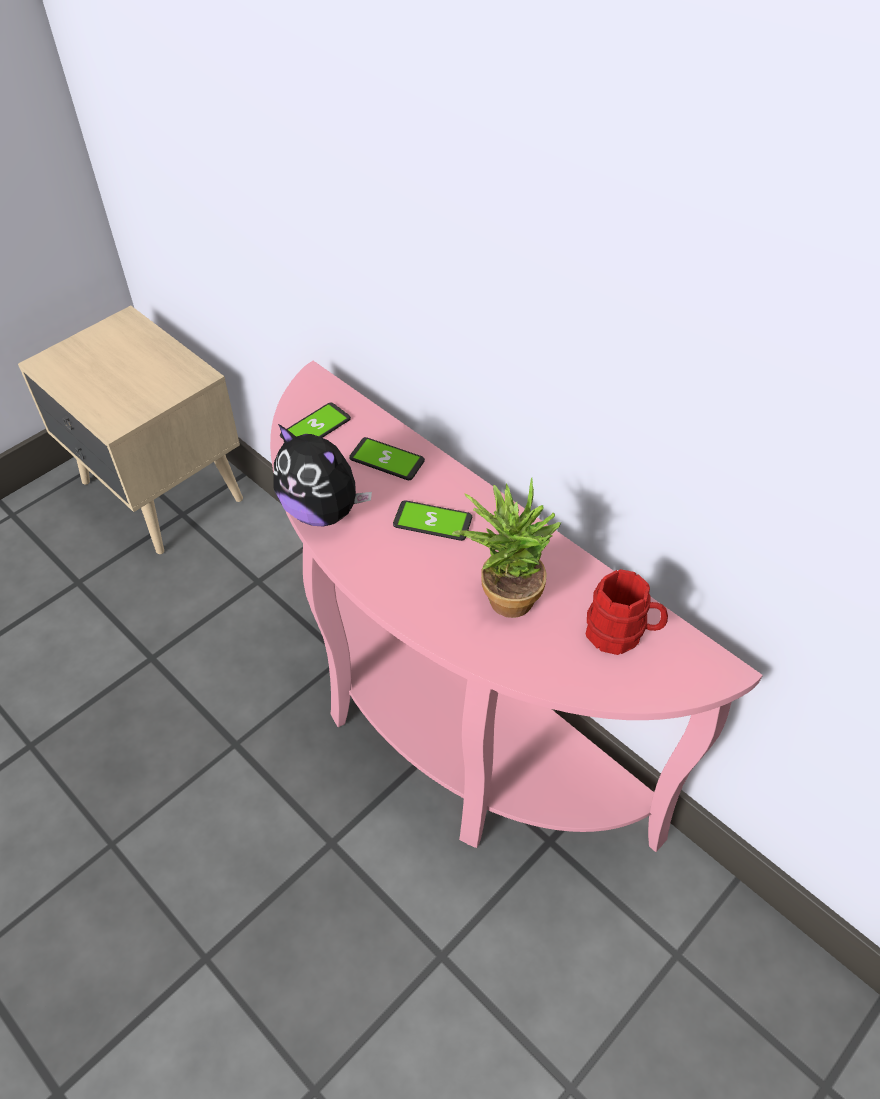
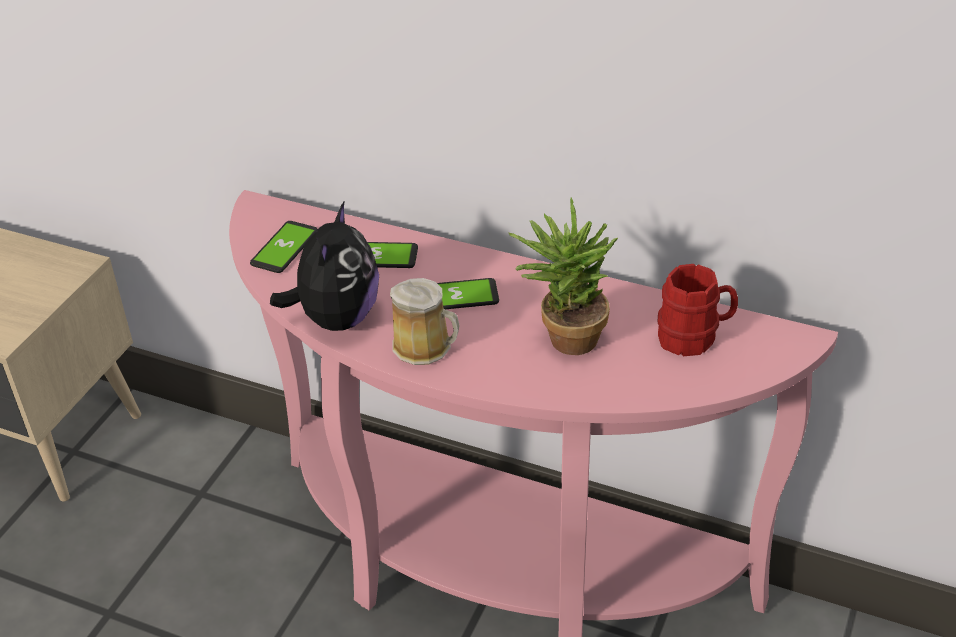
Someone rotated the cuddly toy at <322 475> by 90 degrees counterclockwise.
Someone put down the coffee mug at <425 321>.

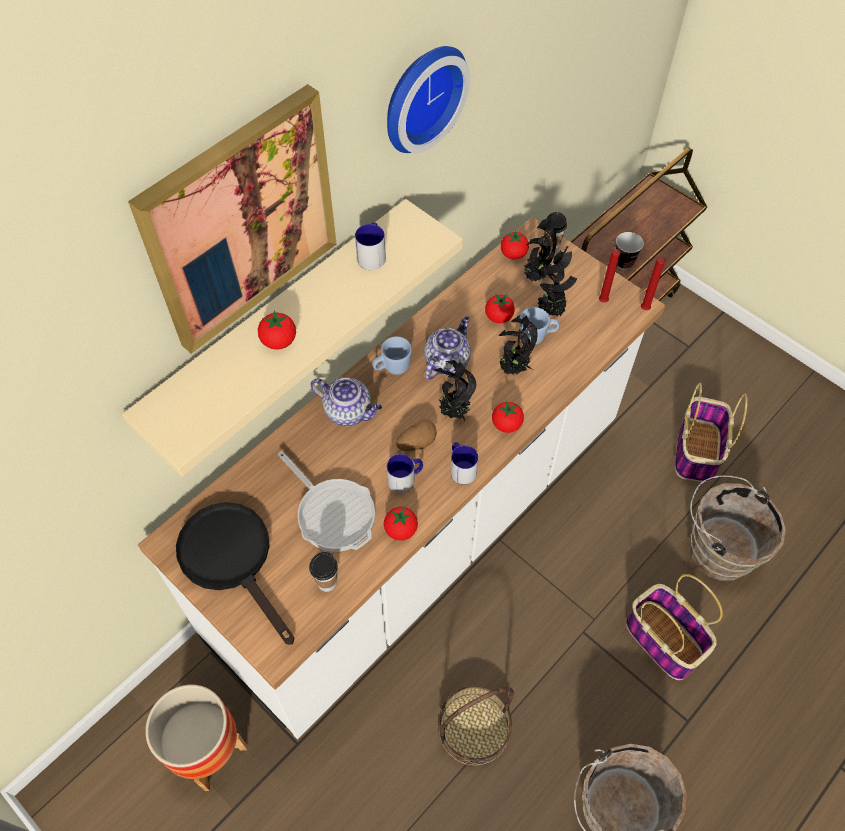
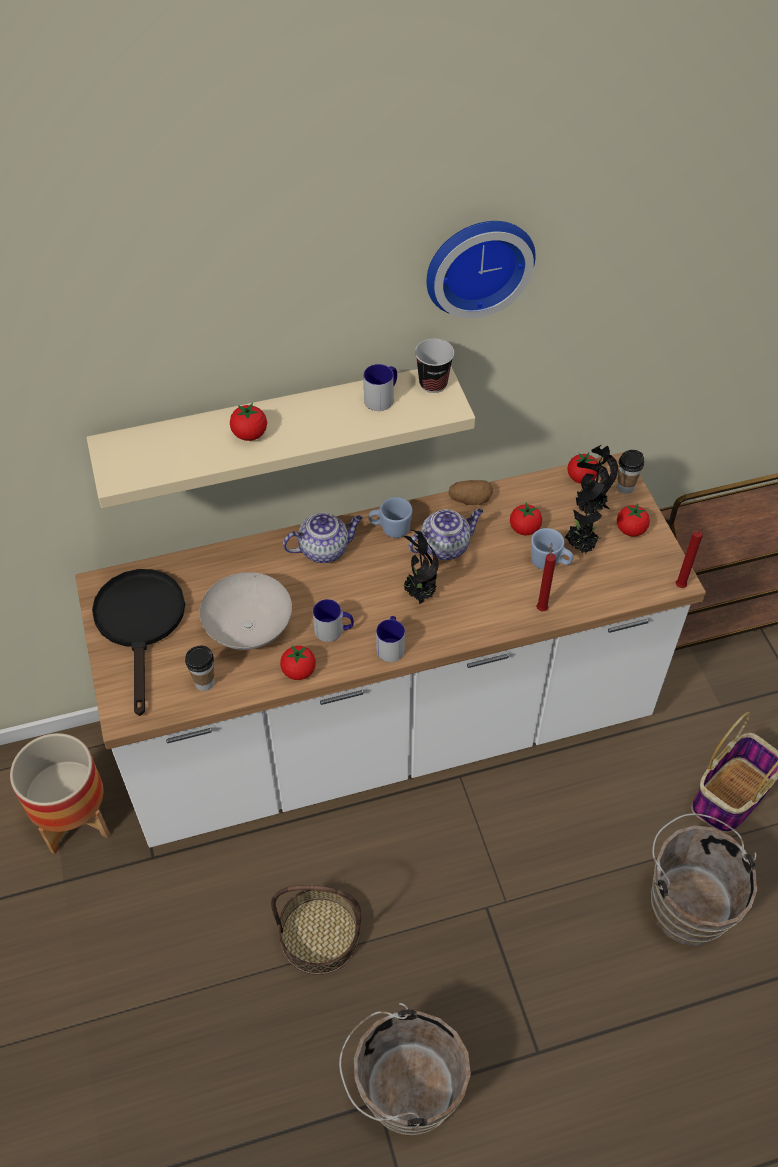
Someone took away the wall picture at <232 219>.
Someone carried the drinking cup from <630 251> to <434 366>.
Someone carried the red wax candle from <609 271> to <546 577>.
Someone took away the potted plant at <518 346>.
Someone rotated the pot for tea at <346 401> by 75 degrees counterclockwise.
Someone carried the tomato from <508 417> to <633 520>.
Someone carried the spud from <416 435> to <470 492>.
Someone swapped the frying pan at <326 501> for the white serving bowl at <245 611>.
Someone took away the storage basket at <674 627>.

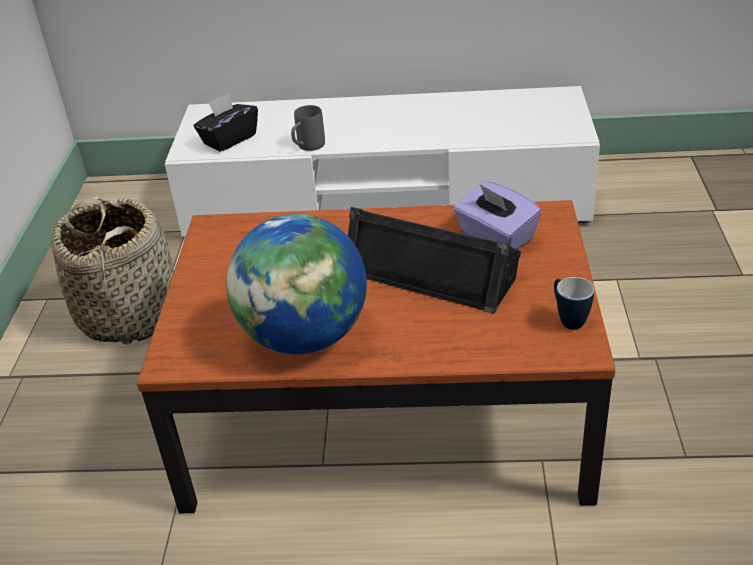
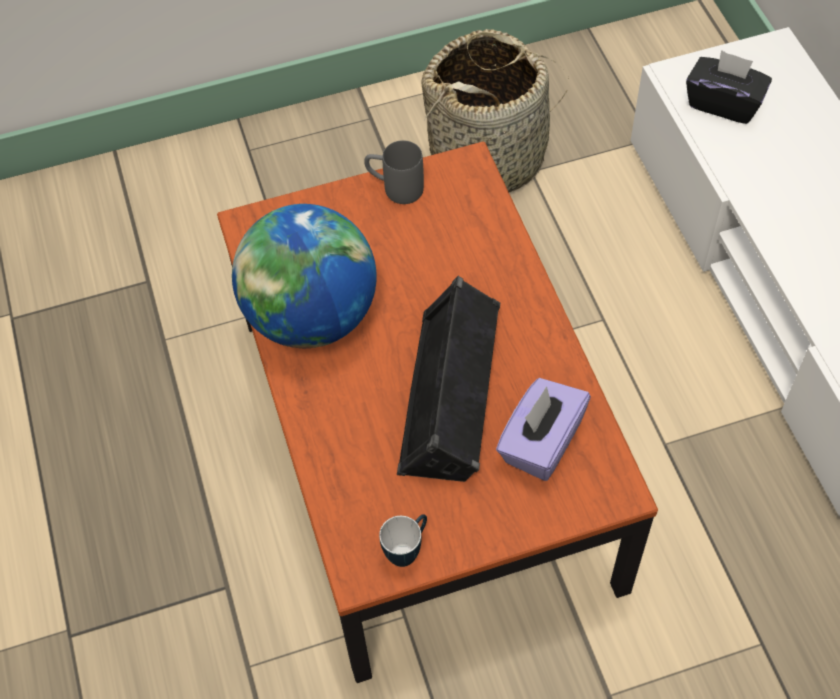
Someone carried the greyish coffee mug from <308 128> to <394 172>.

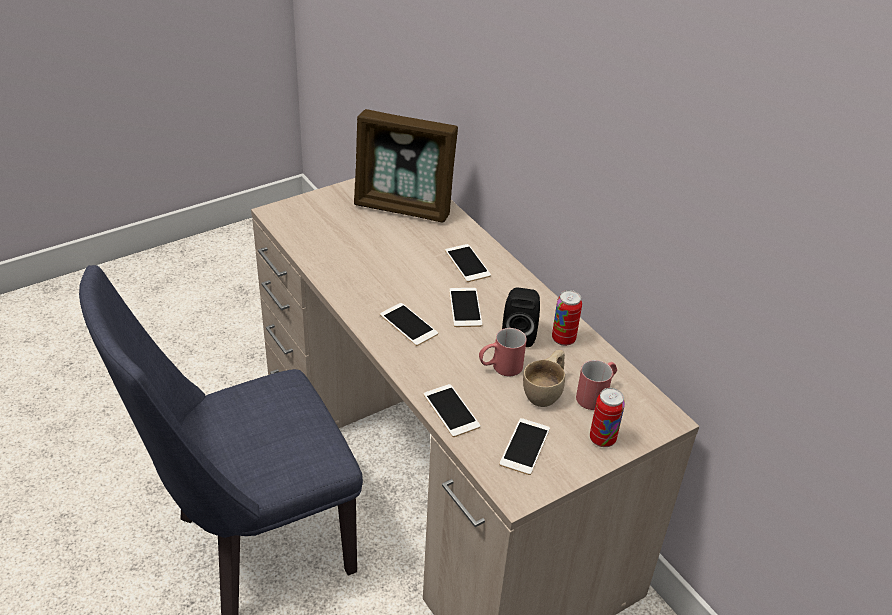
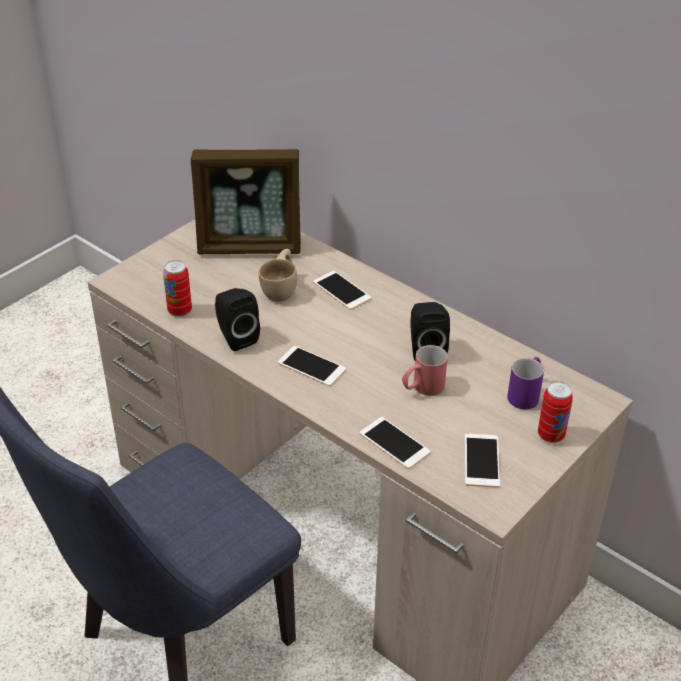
Someone took away the phone at <465 307>.
Someone carried the sealed can from <567 318> to <177 288>.
Someone carried the beige-coloured drinking cup from <544 378> to <278 275>.
Someone repainted the red coffee mug at <596 385>, which became the purple coffee mug at <525 383>.
Someone put down the black-coloured speaker at <237 319>.

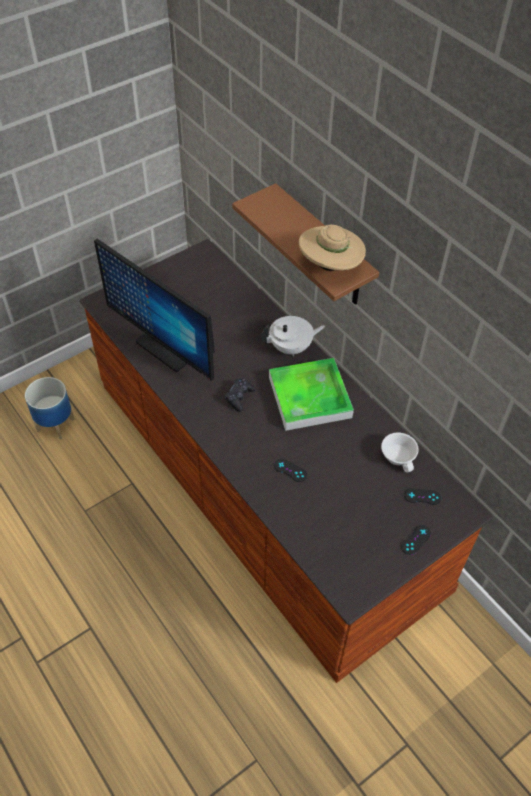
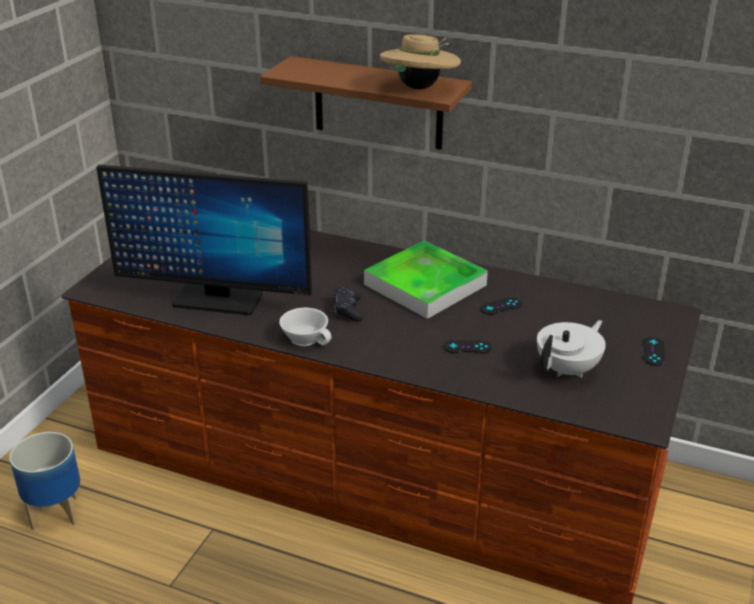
Someone carried the white pot for tea from <293 336> to <571 349>.
Someone carried the white drinking cup from <400 453> to <305 327>.
Someone carried the black-coloured joypad from <422 496> to <501 306>.

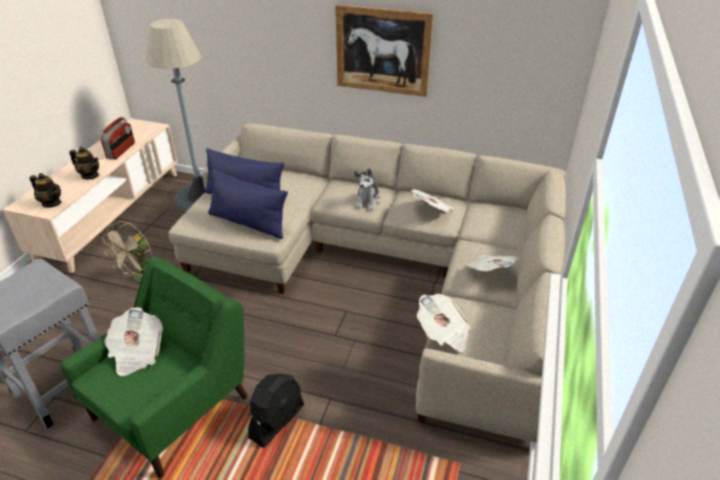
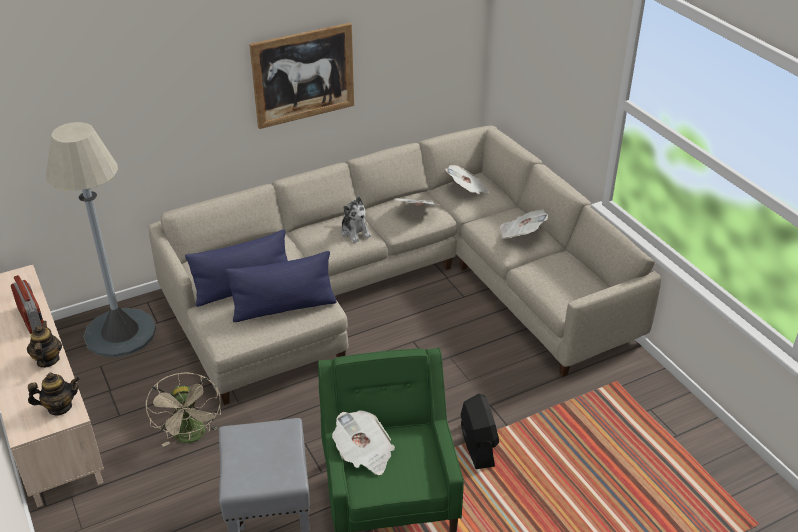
Someone rotated the pot for tea at <84 163> by 75 degrees counterclockwise.
Someone carried the printed paper from <444 323> to <468 179>.

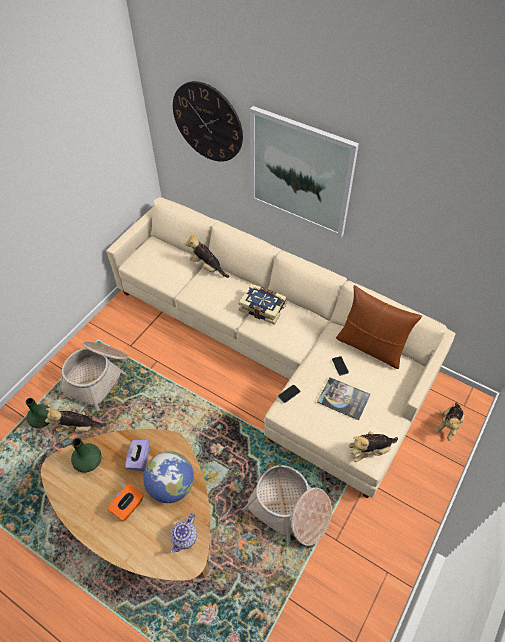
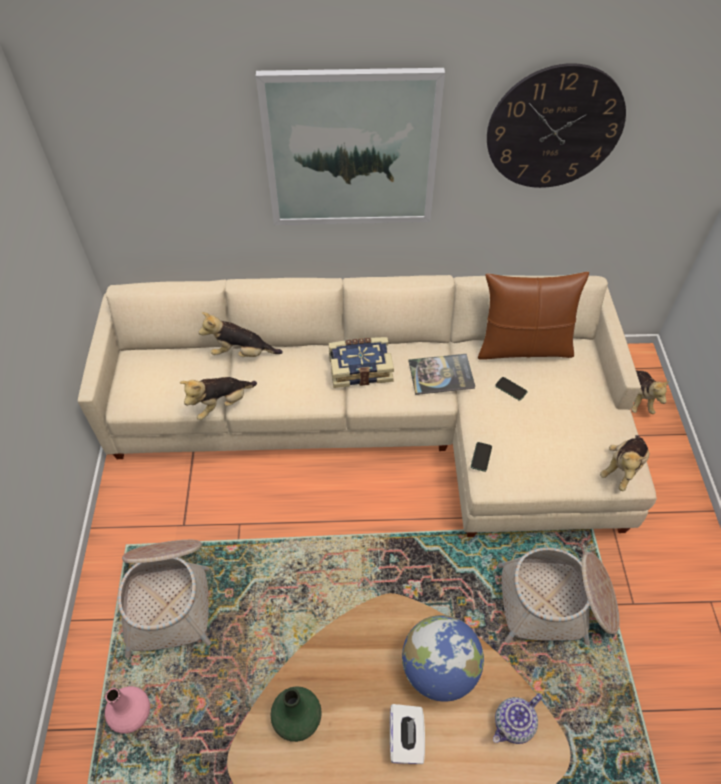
Someone carried the wall clock from <208 121> to <556 125>.
Someone carried the bound book from <343 399> to <442 374>.
Someone repainted the green-coloured vase at <38 413>, which became the pink vase at <127 710>.
Someone carried the cuddly toy from <76 420> to <218 398>.
Someone took away the purple tissue box at <137 455>.
Someone repainted the orange tissue box at <126 502>, which became the white tissue box at <407 734>.
Someone rotated the pot for tea at <183 533> by 60 degrees clockwise.

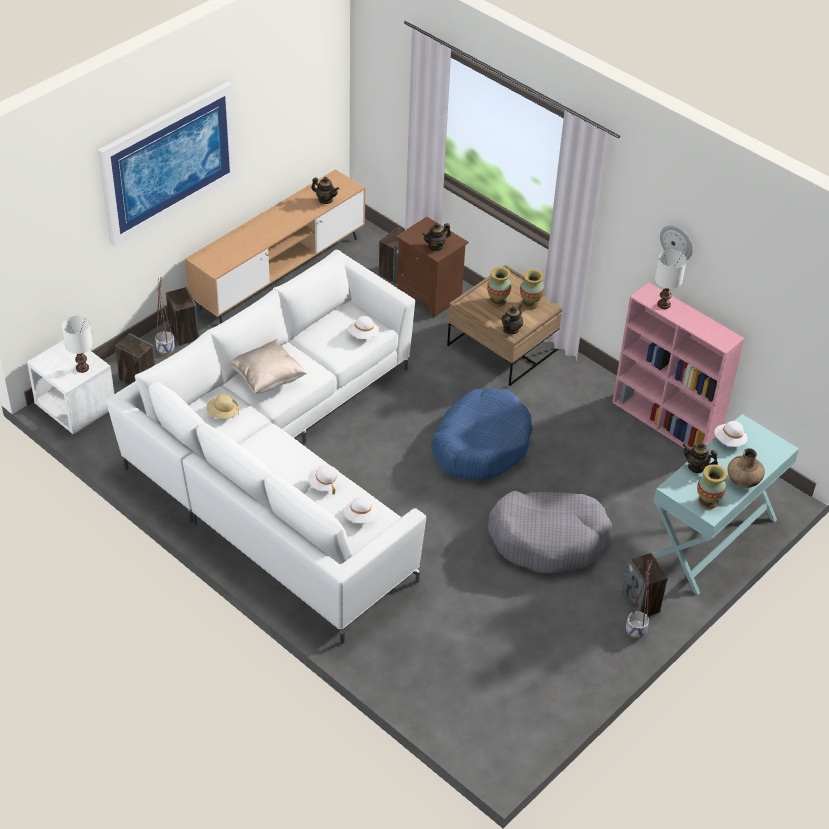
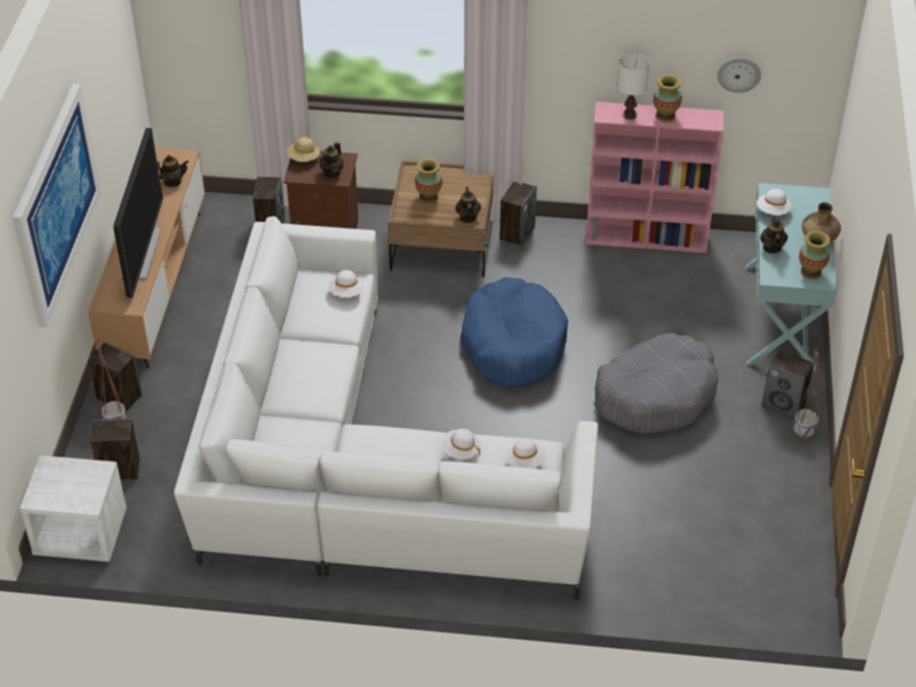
Someone carried the wall clock from <676 242> to <739 75>.
Someone carried the vase from <532 289> to <667 98>.
Someone took away the white table lamp at <77 344>.
Someone took away the beige-coloured cushion at <269 366>.
Someone carried the beige-coloured wearable hat from <223 406> to <303 149>.
Someone rotated the pot for tea at <700 457> by 105 degrees clockwise.
Someone put down the television at <138 213>.
Someone put down the speaker at <518 214>.

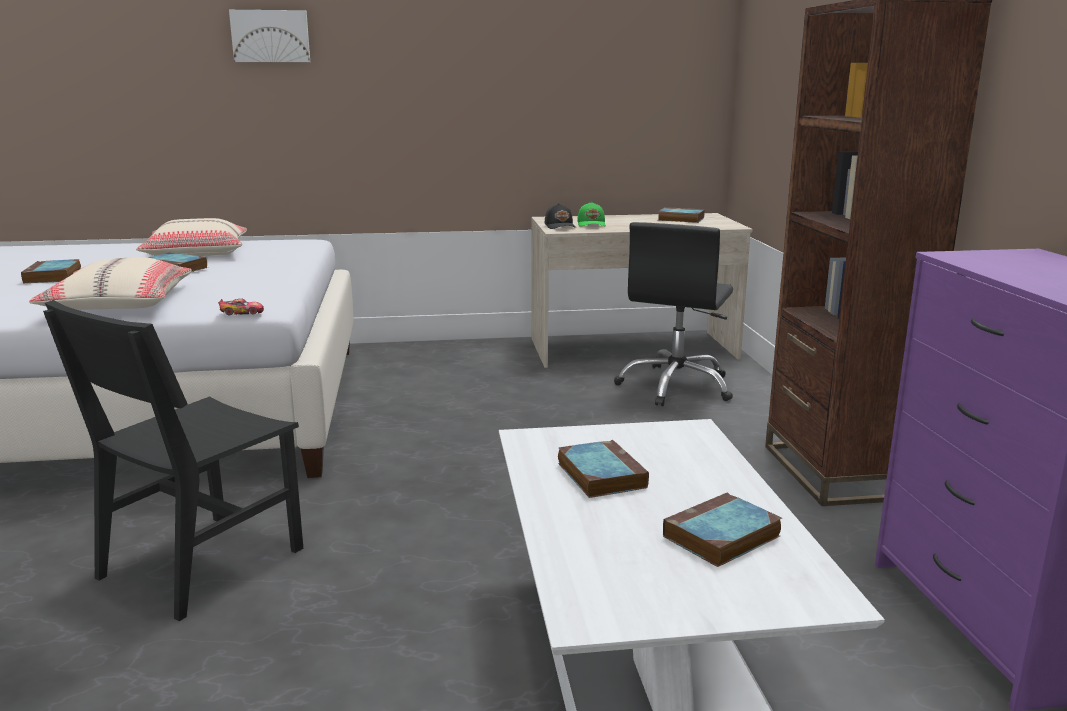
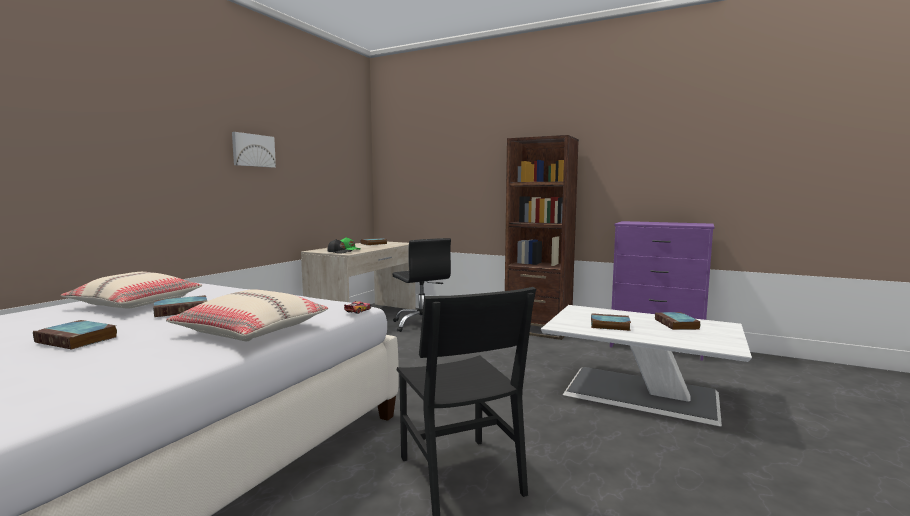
Someone carried the wall picture from <269 36> to <254 150>.

